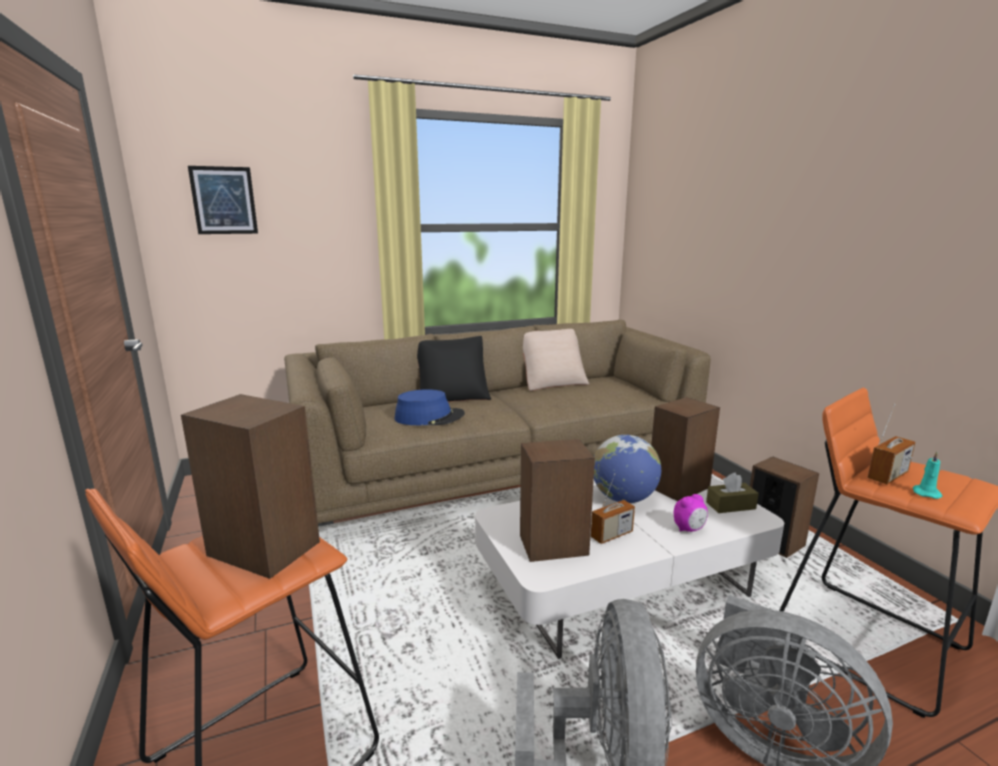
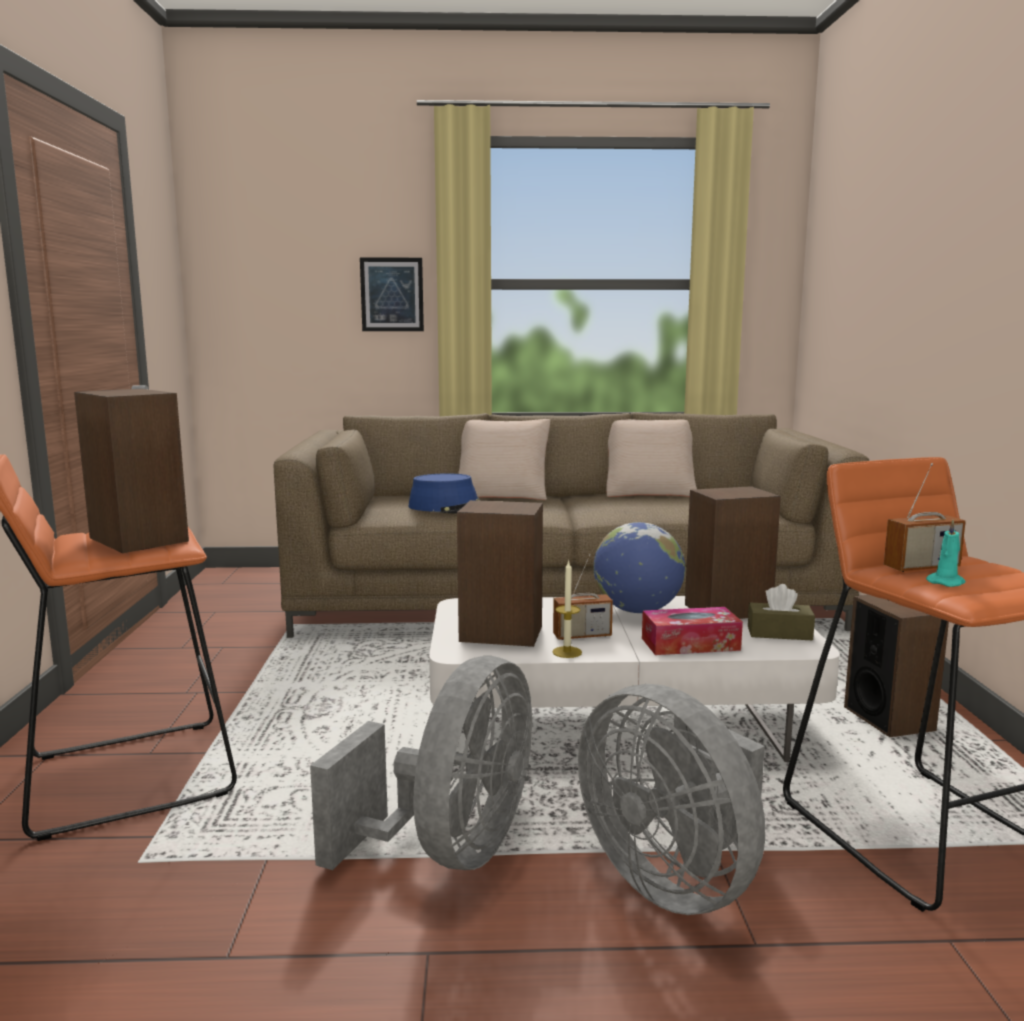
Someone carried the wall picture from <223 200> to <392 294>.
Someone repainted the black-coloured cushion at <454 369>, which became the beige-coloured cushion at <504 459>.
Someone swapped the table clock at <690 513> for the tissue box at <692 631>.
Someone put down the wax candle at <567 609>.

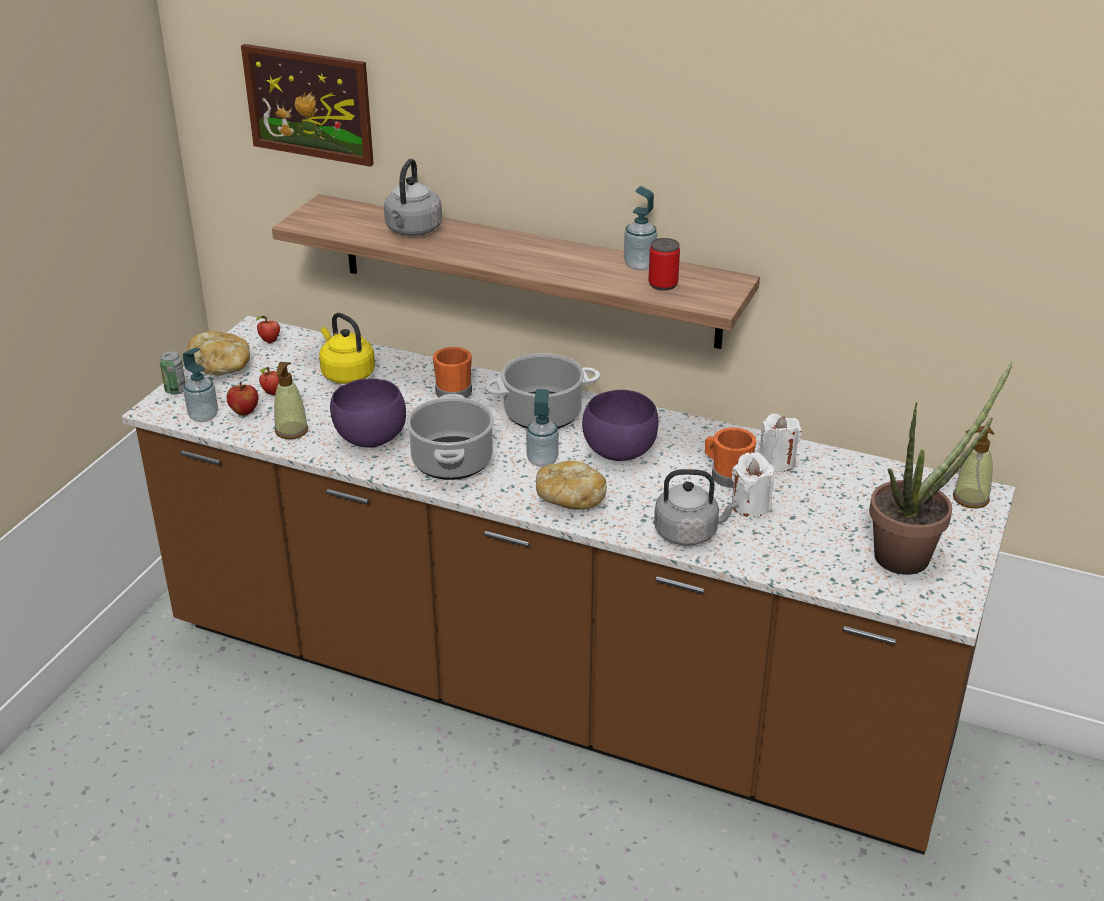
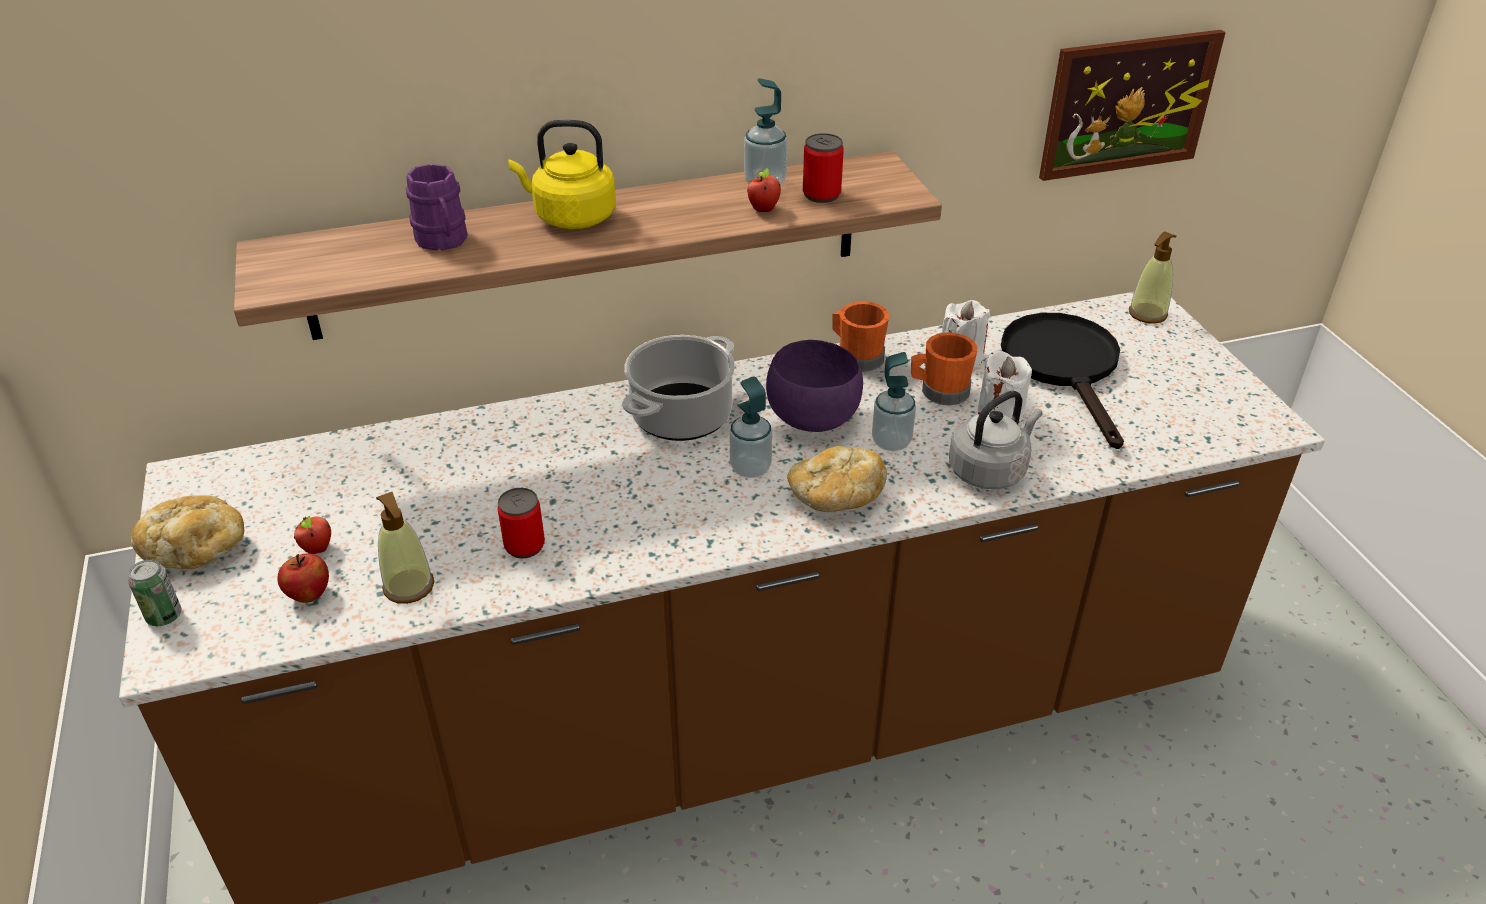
Someone carried the wall picture from <307 105> to <1132 105>.
Someone swapped the greyish water kettle at <413 197> for the purple coffee mug at <437 207>.
Someone carried the yellow water kettle from <347 348> to <562 174>.
Someone carried the whole apple from <268 329> to <764 190>.
Someone carried the orange coffee mug from <452 372> to <861 336>.
Someone carried the liquid soap bottle from <200 385> to <894 401>.
Someone took away the potted plant at <941 468>.
Someone swapped the purple serving bowl at <368 413> for the sealed can at <521 523>.
Someone took away the stockpot at <450 437>.
Someone put down the black-coloured frying pan at <1062 381>.

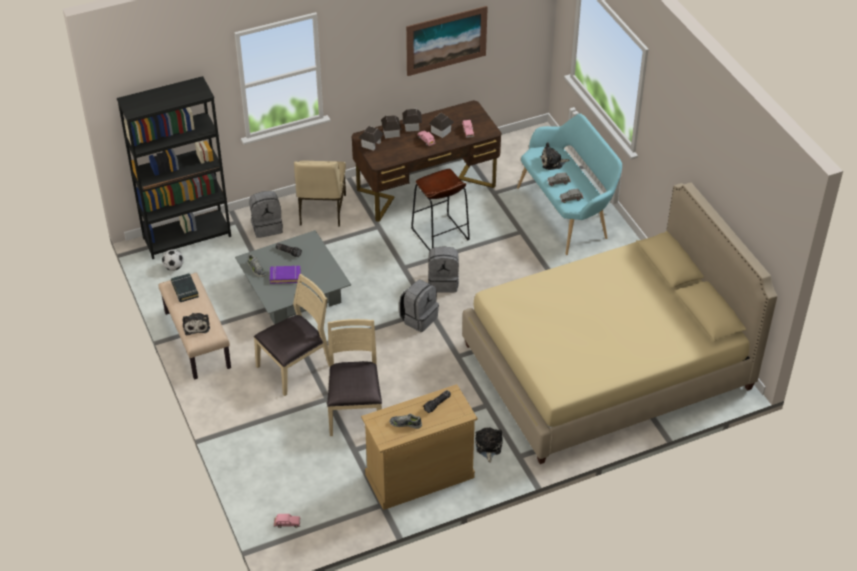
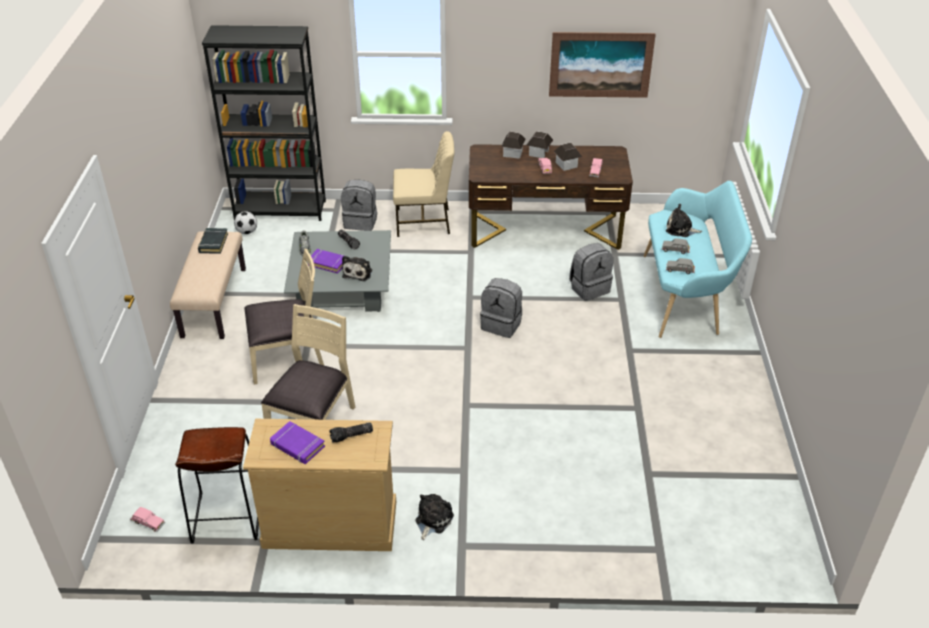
Someone took away the miniature house at <371 138>.
Someone rotated the beige-coloured chair at <320 194> by 120 degrees counterclockwise.
Someone carried the brownish stool seat from <440 210> to <217 485>.
Someone took away the beige-coloured bedroom bed at <620 323>.
Someone carried the greyish knapsack from <419 306> to <591 272>.
Someone carried the cuddly toy from <196 324> to <357 268>.
Someone swapped the low shoe at <406 421> for the purple bound book at <297 442>.

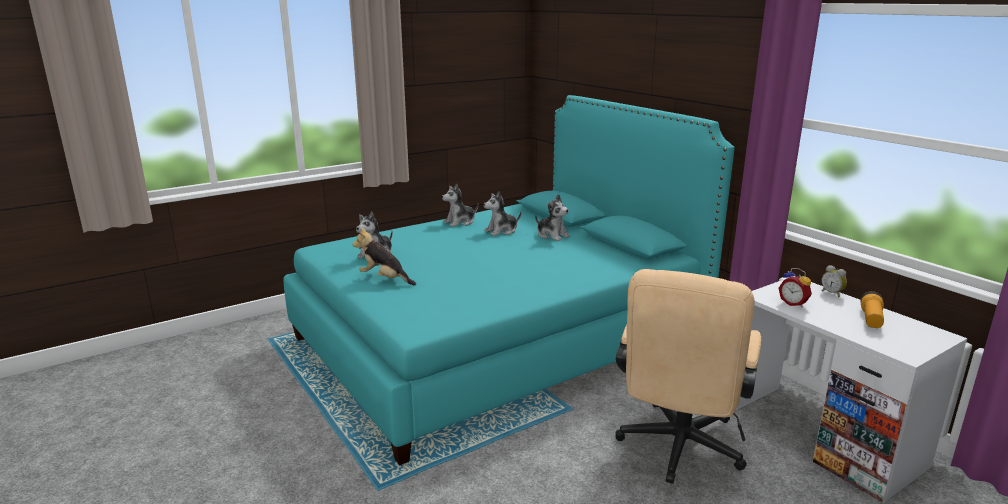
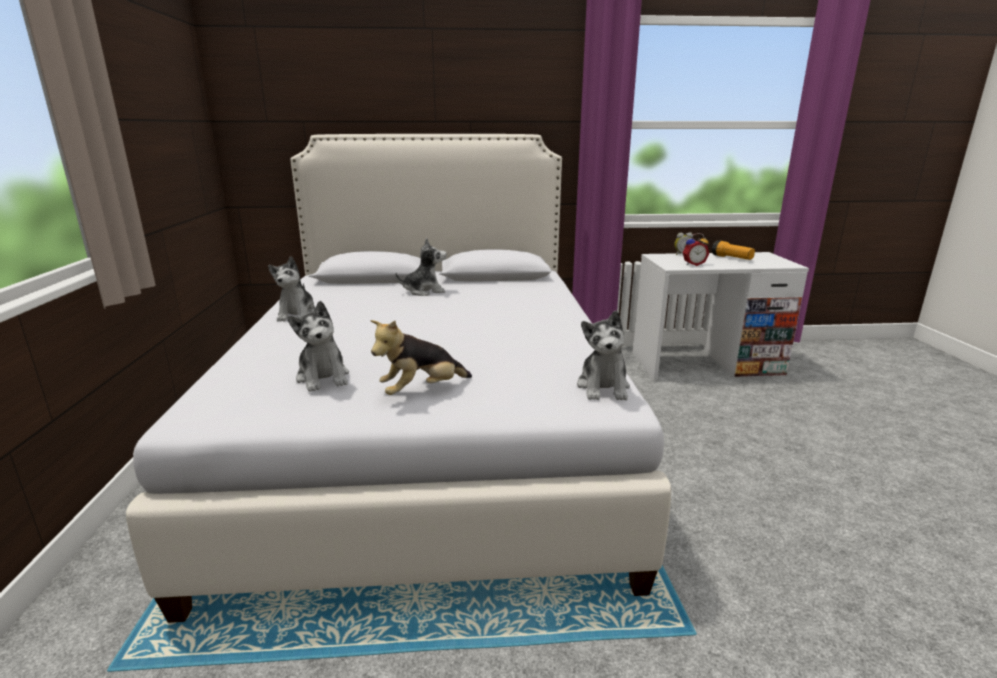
Someone repainted the turquoise-coloured bedroom bed at <509 280>, which became the white bedroom bed at <398 378>.
Someone carried the cuddly toy from <502 213> to <603 355>.
Someone took away the beige-coloured desk chair at <688 376>.

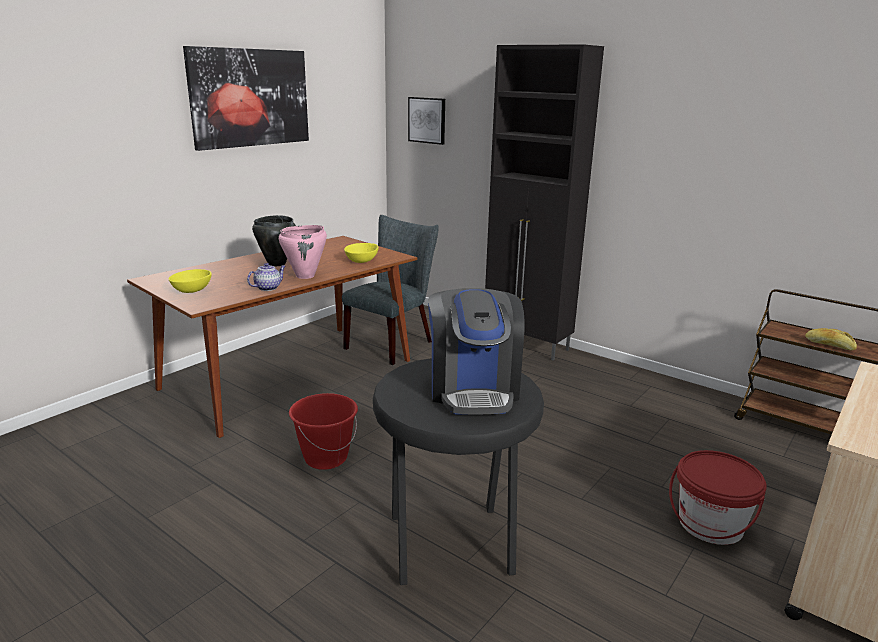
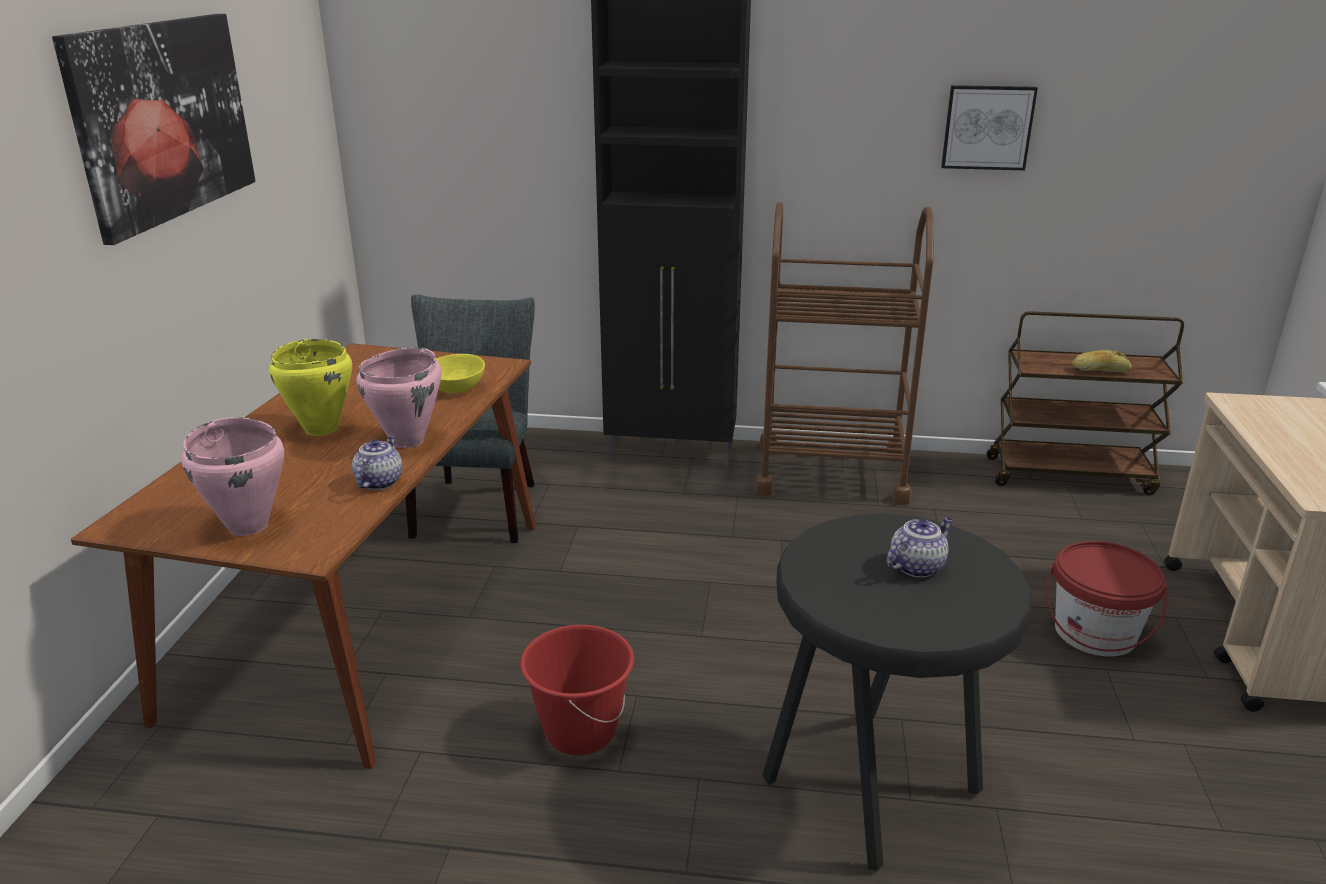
Someone carried the wall picture from <426 121> to <989 127>.
Someone repainted the black-coloured stockpot at <274 240>, which became the yellow stockpot at <310 387>.
Someone swapped the yellow serving bowl at <190 281> for the pink stockpot at <232 476>.
Someone swapped the coffee machine at <476 351> for the pot for tea at <920 547>.
Someone put down the brownish wheeled cart at <844 353>.

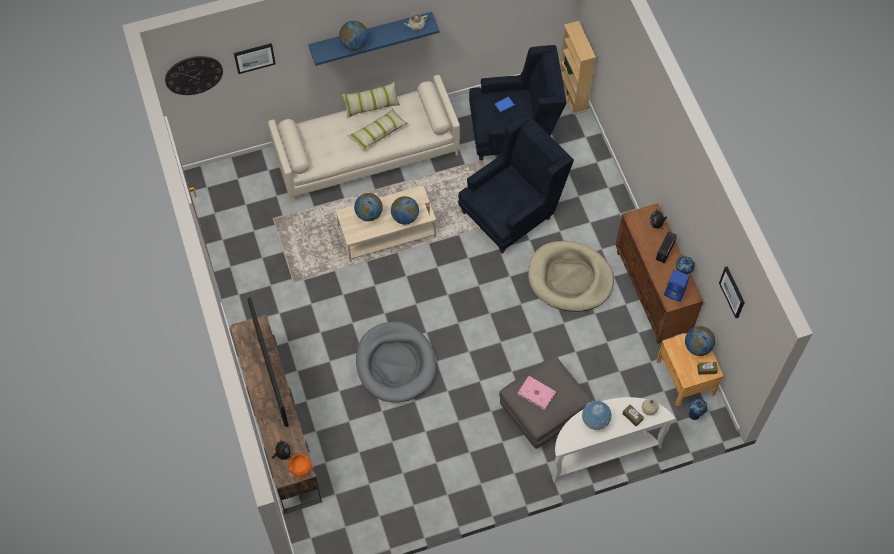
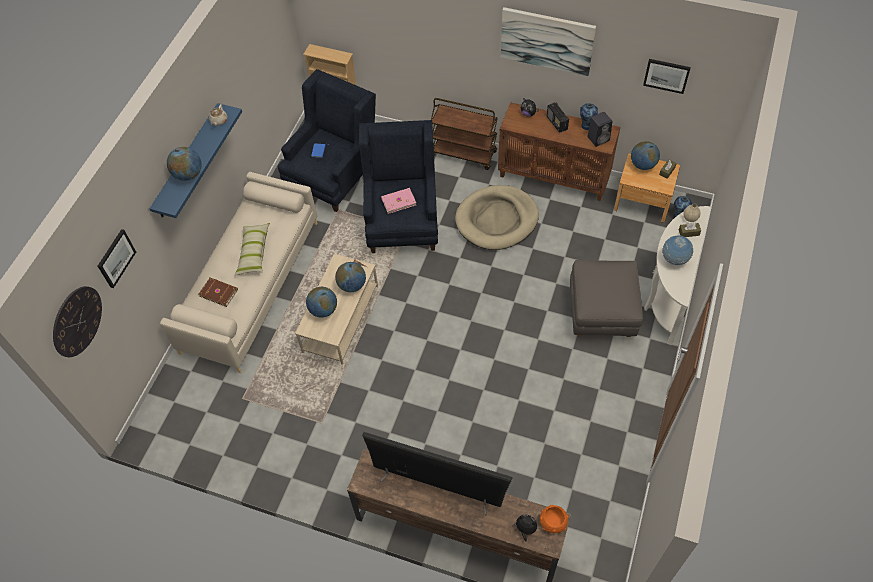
Someone took away the cushion at <371 100>.
Someone repainted the blue speaker at <676 286>, which became the black-coloured speaker at <599 129>.
Someone took away the greyish pet bed at <396 362>.
Someone carried the pink bound book from <537 393> to <398 201>.
Someone put up the wall picture at <548 41>.
Someone put down the brownish wheeled cart at <464 134>.
Someone put down the brownish bound book at <218 292>.

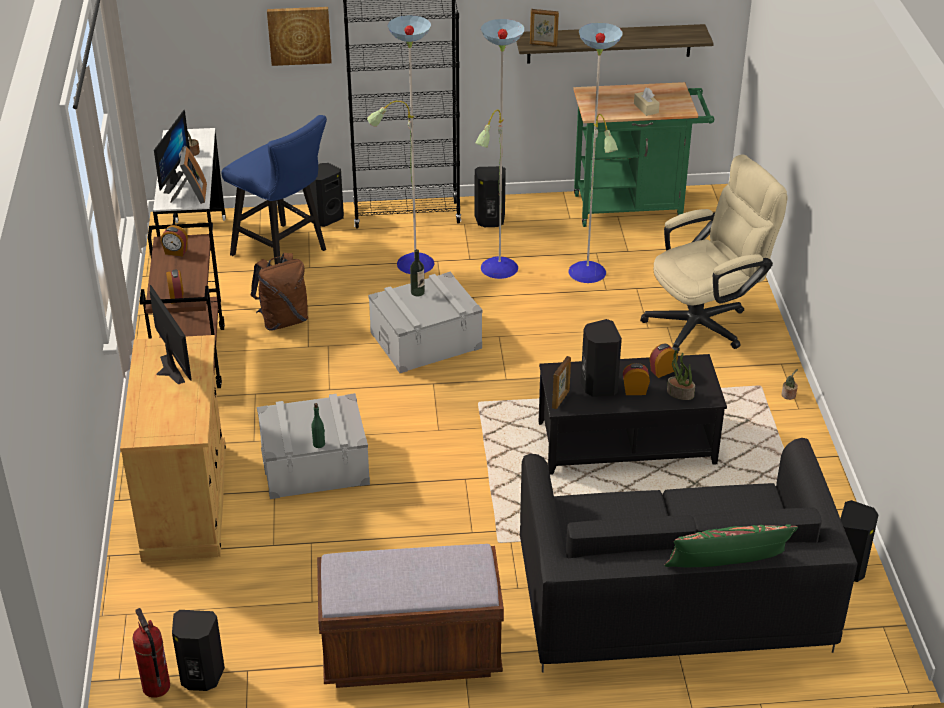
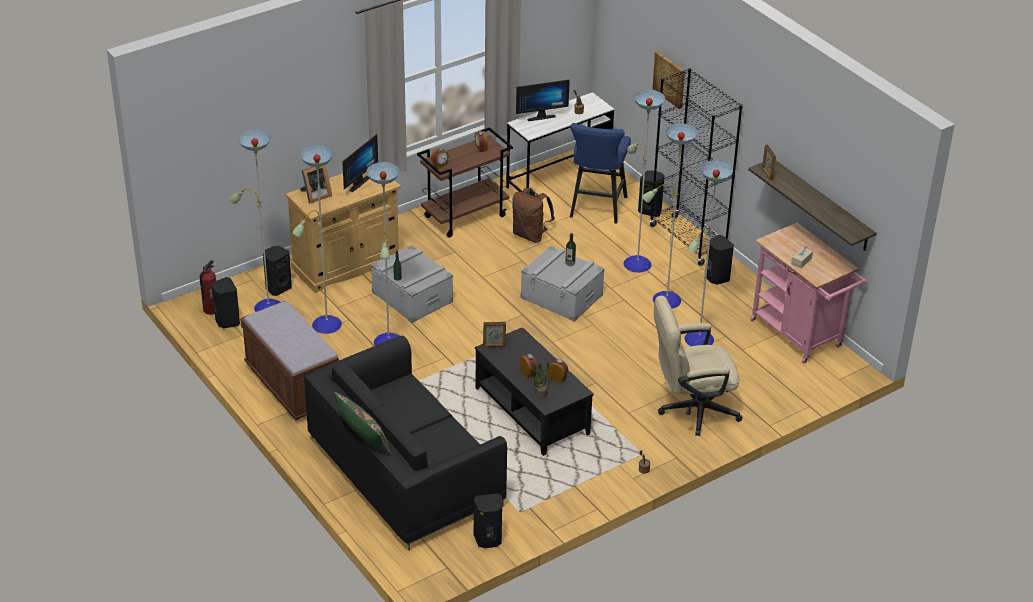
Someone repainted the green-coloured wheeled cart at <643 154>, which became the pink wheeled cart at <808 293>.
Someone carried the photo frame from <188 175> to <316 184>.
Someone rotated the beige-coloured desk chair at <714 253> by 135 degrees clockwise.
Someone carried the black-coloured speaker from <601 358> to <277 271>.
Someone put down the standard lamp at <315 237>.

